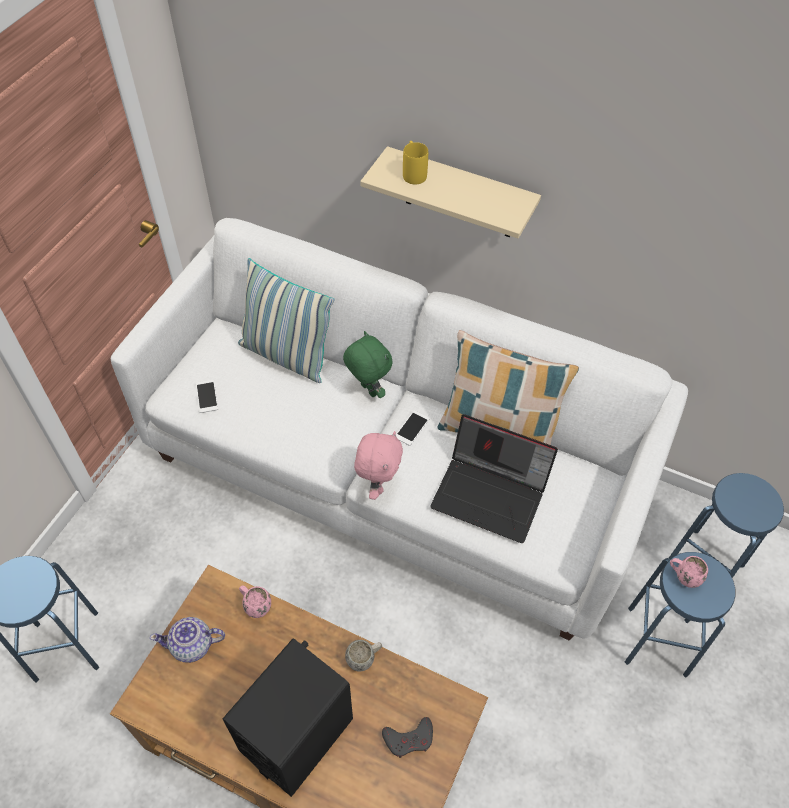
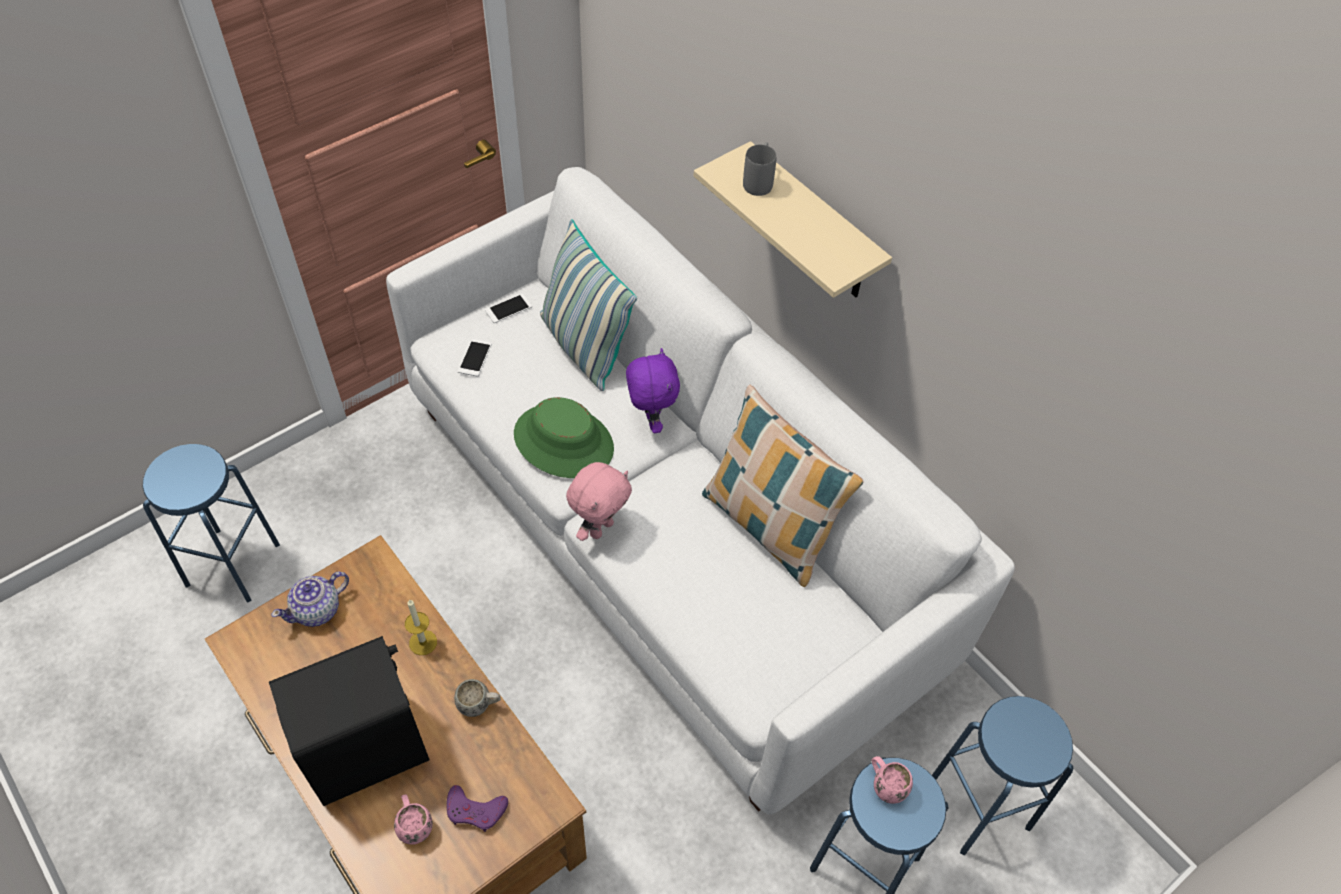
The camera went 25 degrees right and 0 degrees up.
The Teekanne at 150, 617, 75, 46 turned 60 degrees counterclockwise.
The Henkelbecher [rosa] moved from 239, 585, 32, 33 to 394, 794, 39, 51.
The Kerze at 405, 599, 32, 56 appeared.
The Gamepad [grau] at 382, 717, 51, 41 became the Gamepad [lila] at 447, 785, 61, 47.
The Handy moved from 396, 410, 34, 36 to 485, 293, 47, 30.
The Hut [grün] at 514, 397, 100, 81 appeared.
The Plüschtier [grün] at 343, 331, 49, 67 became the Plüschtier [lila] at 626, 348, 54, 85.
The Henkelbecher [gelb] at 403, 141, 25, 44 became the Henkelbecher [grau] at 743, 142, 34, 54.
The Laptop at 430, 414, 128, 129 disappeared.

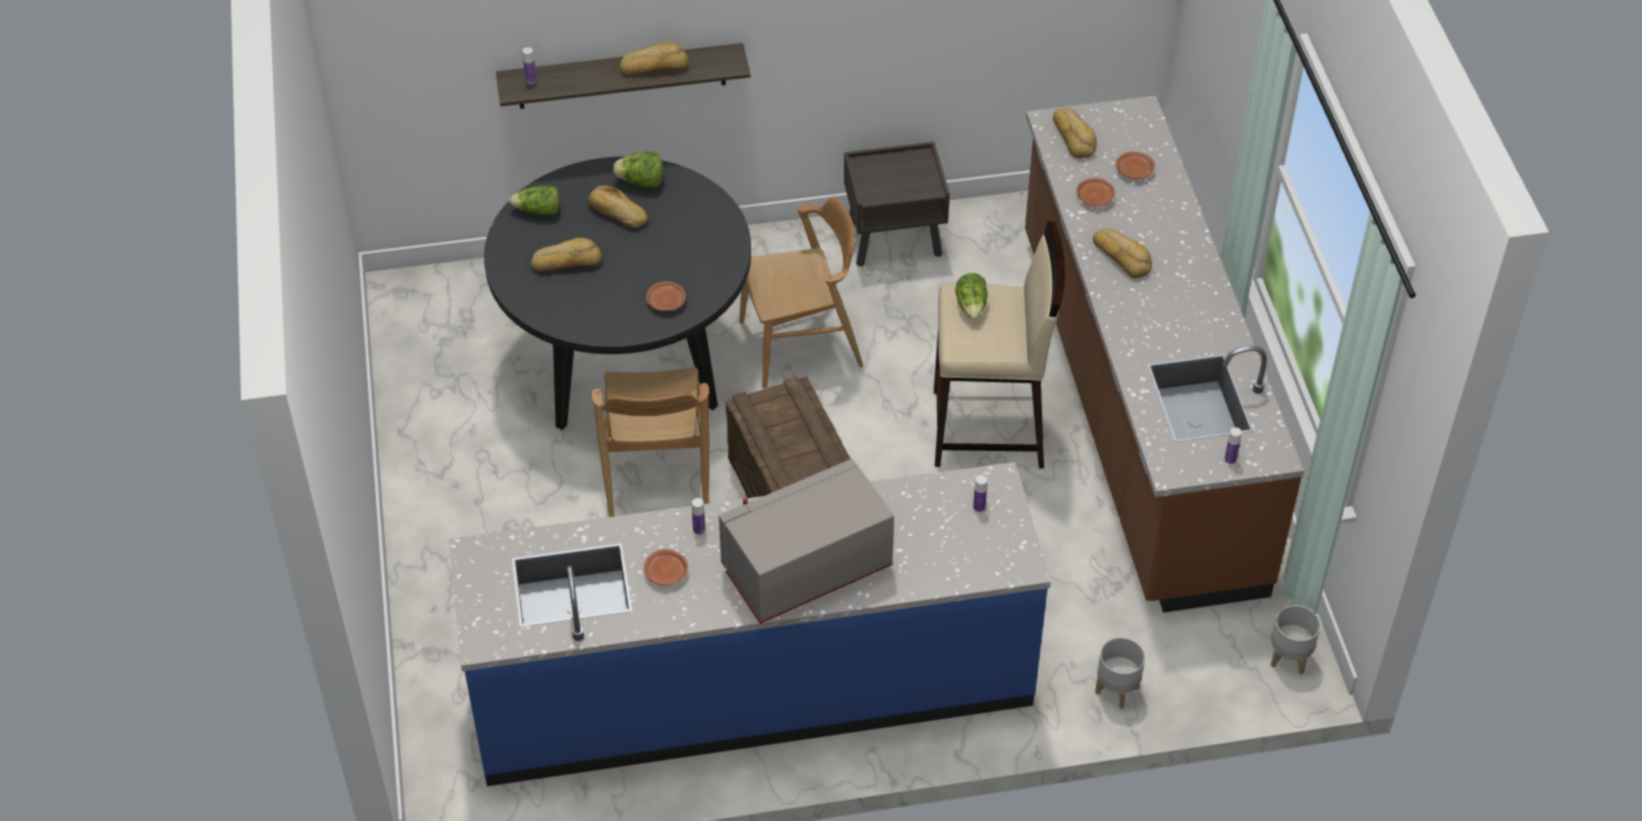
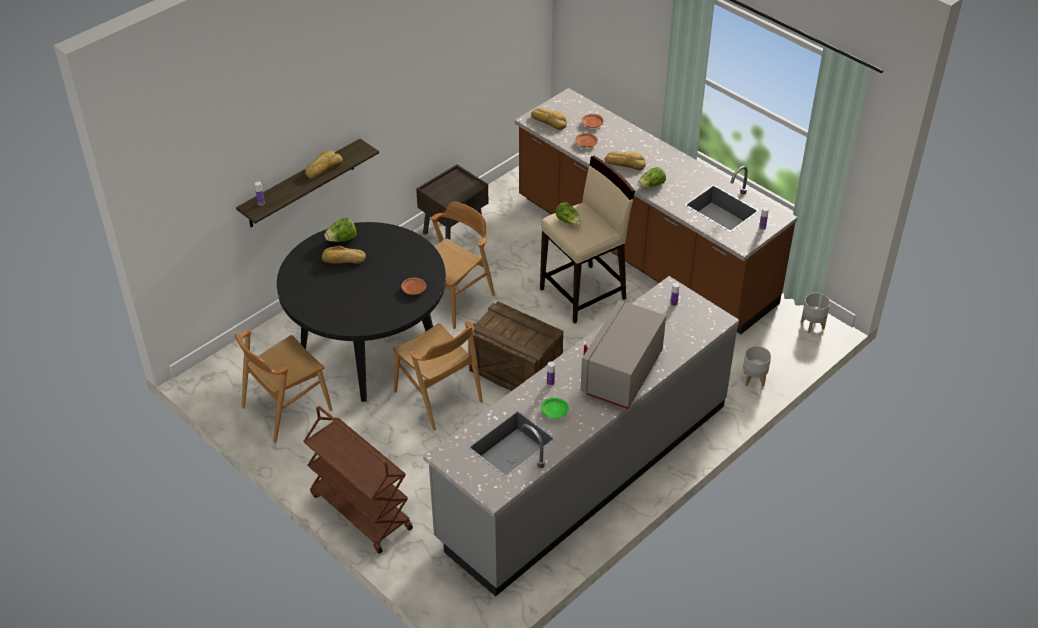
The camera went 35 degrees left and 5 degrees down.
The Stuhl [braun] at 234, 329, 98, 114 appeared.
The Rollwagen [braun] at 304, 406, 109, 148 appeared.
The Küchenzeile [blau] at 449, 462, 602, 324 became the Küchenzeile [grau] at 423, 276, 316, 320.
The Teller [braun] at 644, 549, 44, 37 became the Teller [grün] at 541, 398, 28, 20.
The Salatkopf moved from 509, 185, 51, 30 to 638, 167, 28, 20.
The Brot at 531, 238, 71, 34 disappeared.

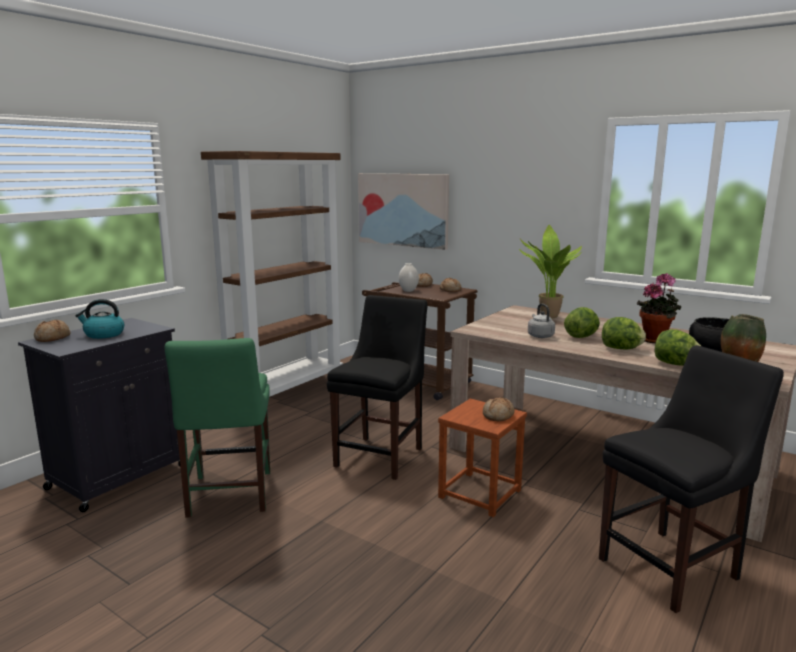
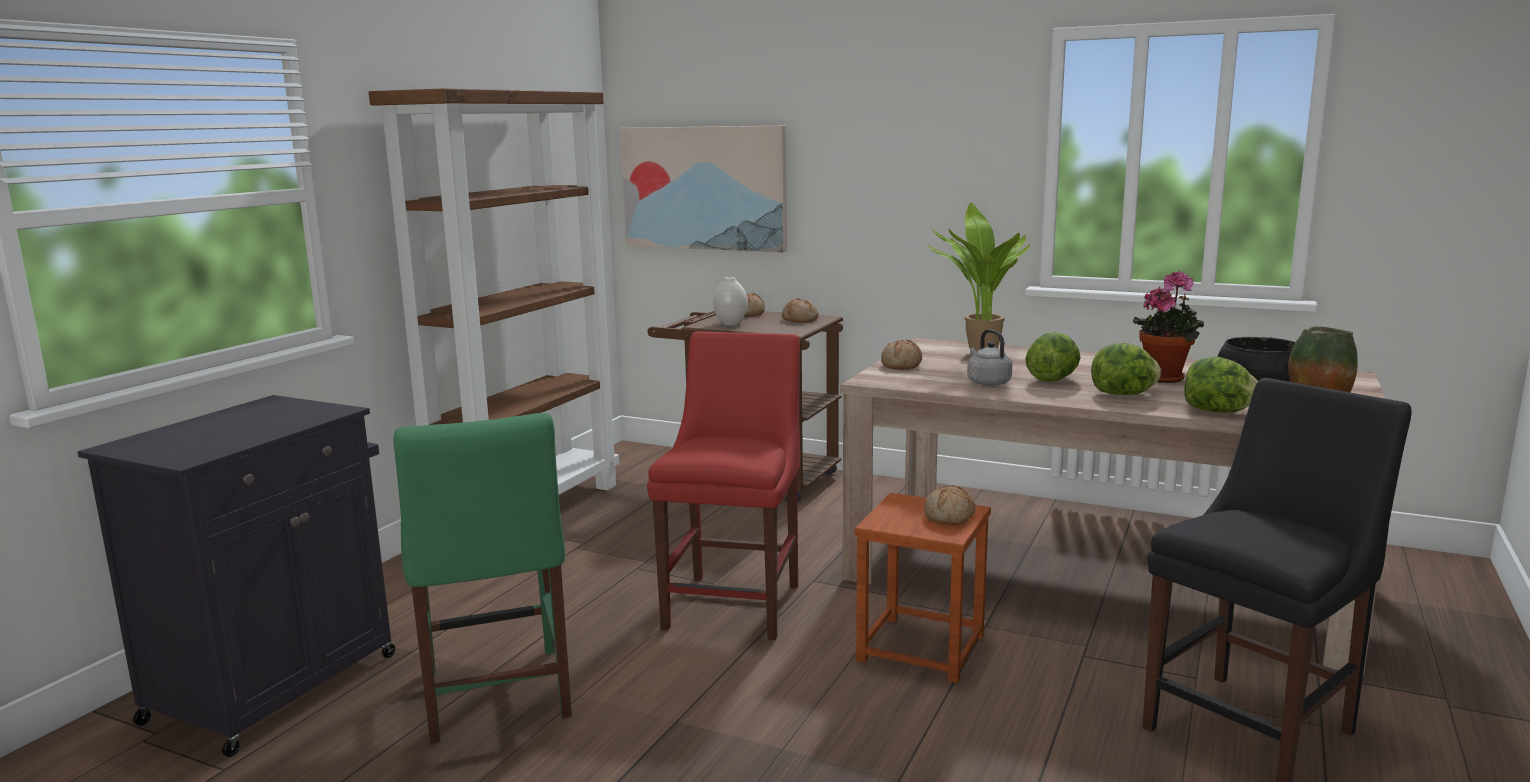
The camera went 10 degrees left and 0 degrees up.
The Stuhl [schwarz] at 327, 295, 100, 185 became the Stuhl [rot] at 647, 331, 154, 309.
The Brot moved from 34, 320, 37, 22 to 881, 340, 41, 30.
The Wasserkessel at 75, 299, 50, 40 disappeared.

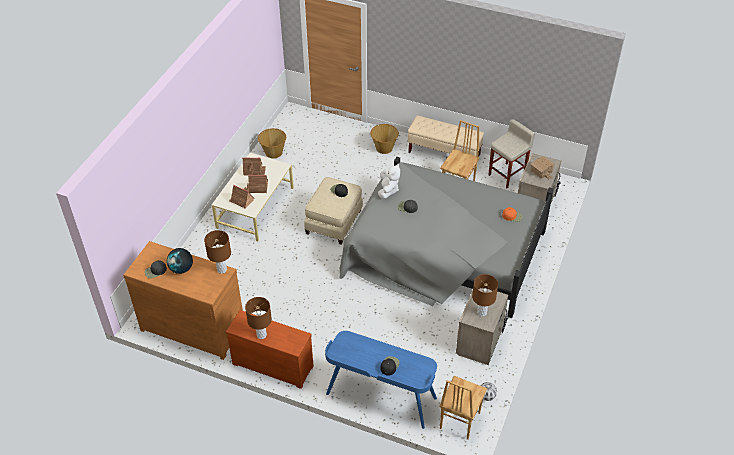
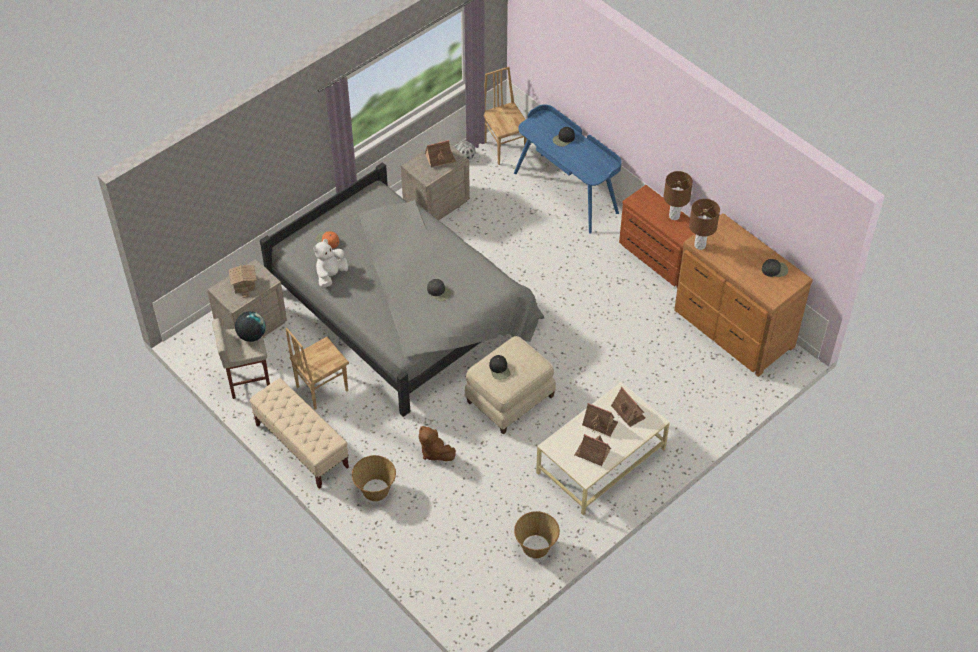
The camera went 155 degrees left and 5 degrees up.
The Globus moved from 167, 248, 26, 26 to 235, 311, 31, 31.
The Plüschtier [weiß] moved from 378, 164, 22, 35 to 313, 239, 35, 49.
The Plüschtier [braun] at 419, 426, 37, 35 appeared.
The Tischlampe [braun] at 472, 274, 26, 42 was replaced by the Spielzeughaus at 425, 140, 31, 28.
The Stuhl [braun] at 439, 376, 48, 64 turned 75 degrees counterclockwise.

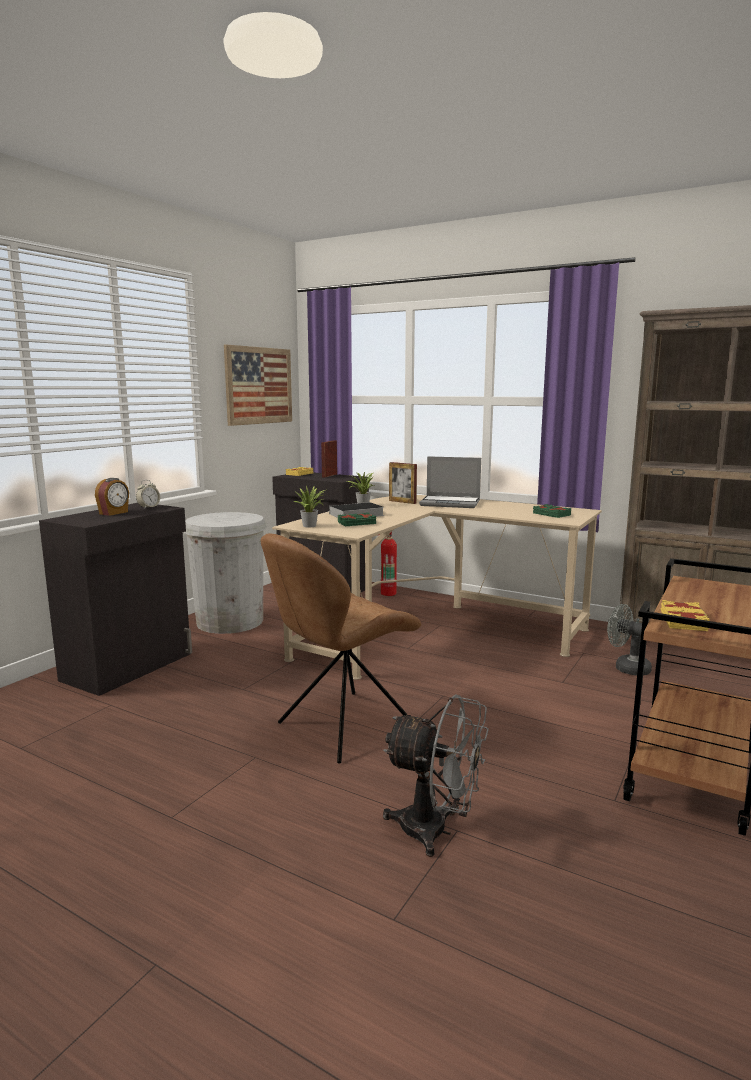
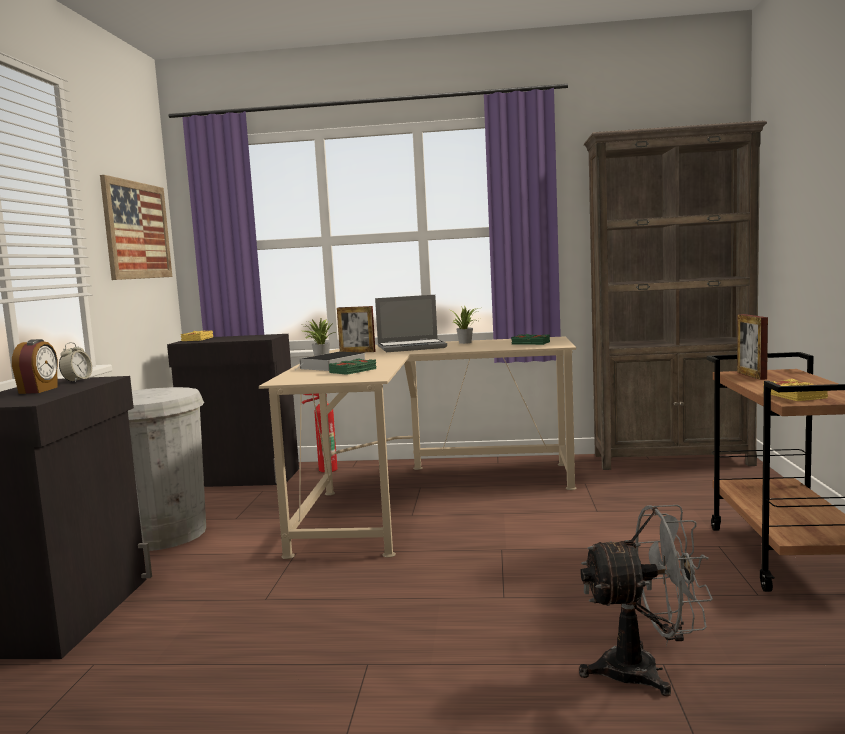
The camera went 25 degrees left and 5 degrees down.
The Topfpflanze moved from 294, 486, 31, 41 to 451, 305, 28, 39.
The Bilderrahmen moved from 321, 441, 16, 37 to 737, 314, 31, 66.
The Stuhl [braun] at 261, 533, 160, 230 disappeared.
The Ventilator [grau] at 607, 604, 45, 72 disappeared.

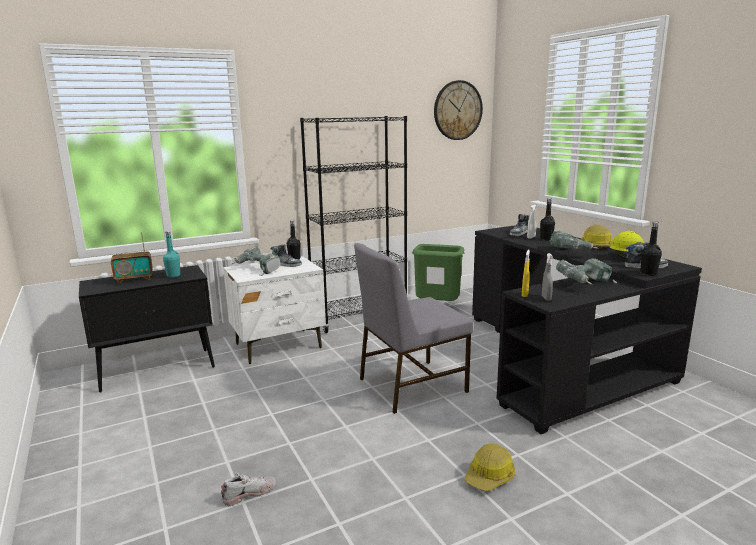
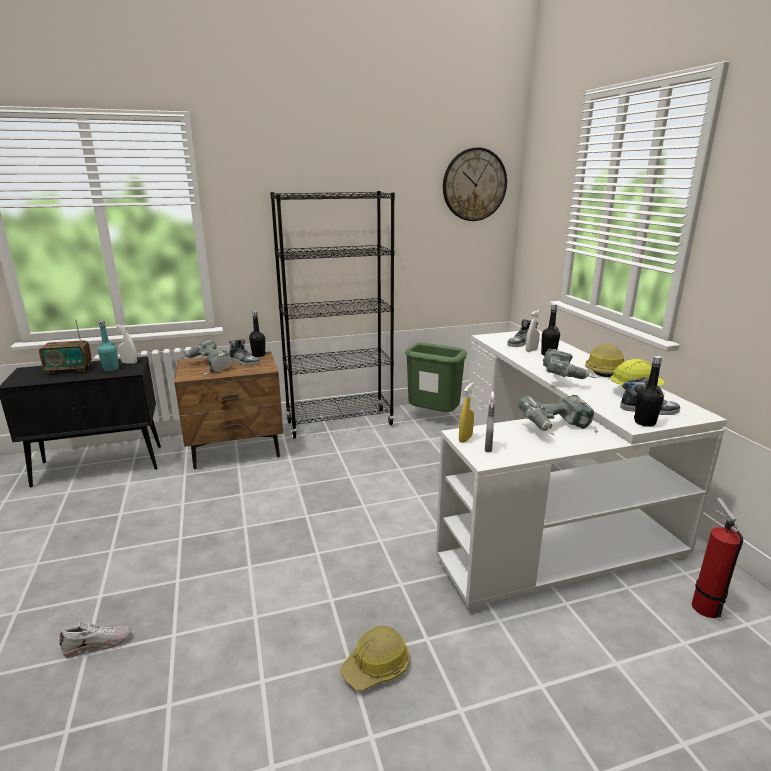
The camera went 10 degrees right and 5 degrees up.
The Sprühflasche [weiß] at 116, 325, 21, 39 appeared.
The Nachttisch [weiß] at 223, 256, 103, 108 became the Nachttisch [braun] at 174, 351, 109, 119.
The Schreibtisch [schwarz] at 472, 225, 230, 209 became the Schreibtisch [weiß] at 436, 329, 291, 283.
The Feuerlöscher at 692, 498, 51, 120 appeared.
The Stuhl [grau] at 354, 243, 119, 171 disappeared.

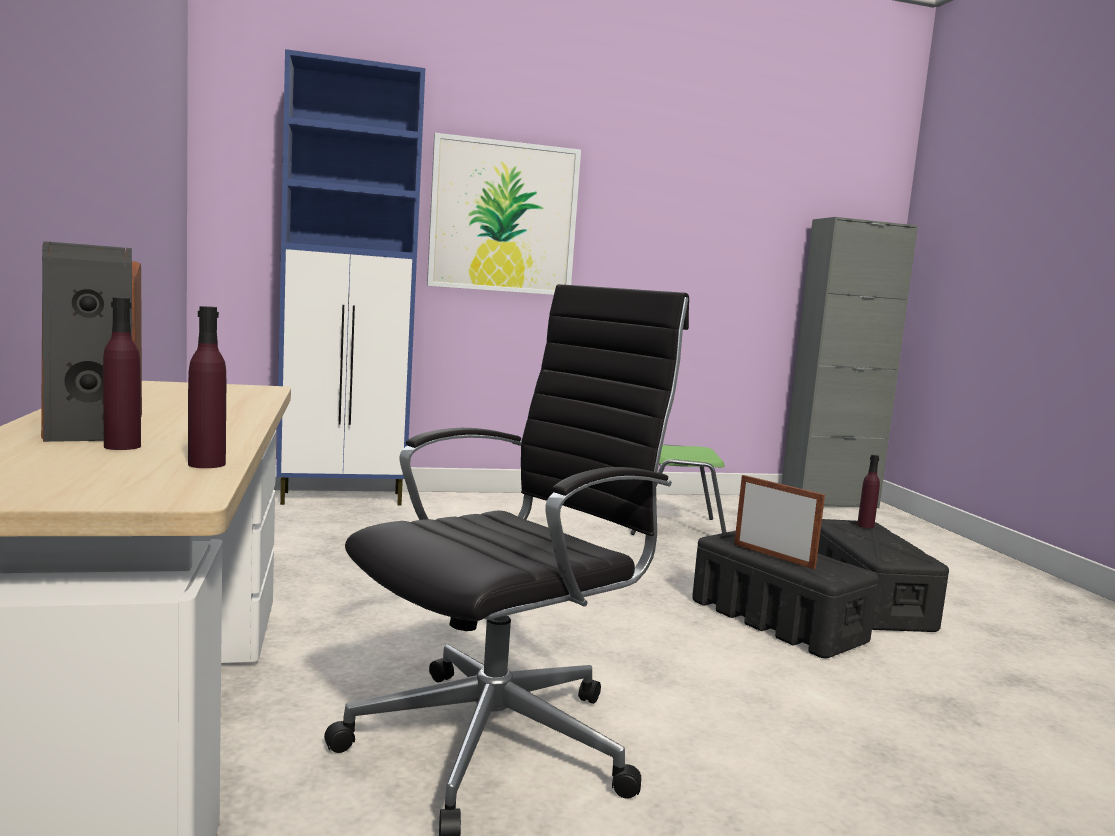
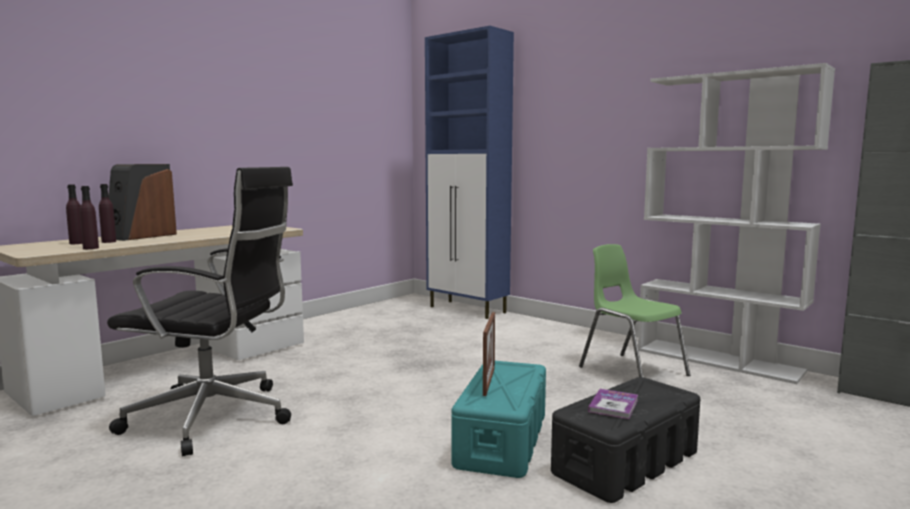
The camera went 55 degrees right and 0 degrees up.
The Flasche [lila] moved from 857, 455, 23, 73 to 66, 184, 16, 60.
The Aufbewahrungsbox [schwarz] at 692, 531, 187, 127 became the Aufbewahrungsbox [türkis] at 451, 361, 95, 117.
The Buch at 588, 389, 50, 30 appeared.
The Bücherregal [weiß] at 638, 63, 197, 321 appeared.
The Bild at 427, 133, 154, 162 disappeared.

